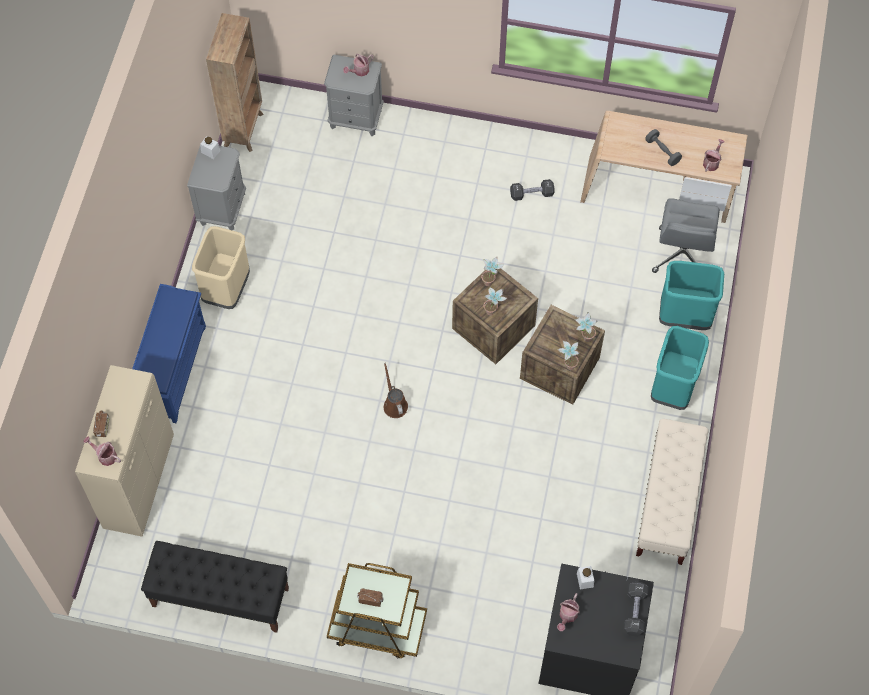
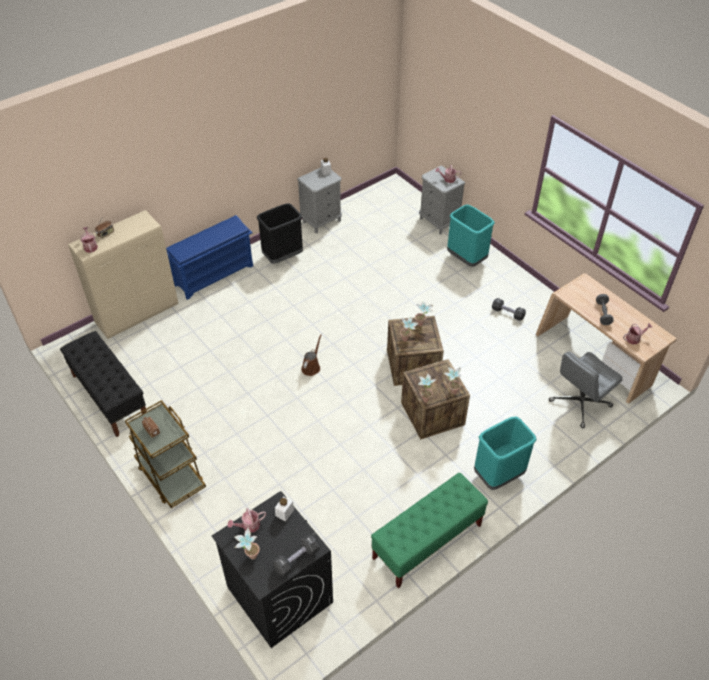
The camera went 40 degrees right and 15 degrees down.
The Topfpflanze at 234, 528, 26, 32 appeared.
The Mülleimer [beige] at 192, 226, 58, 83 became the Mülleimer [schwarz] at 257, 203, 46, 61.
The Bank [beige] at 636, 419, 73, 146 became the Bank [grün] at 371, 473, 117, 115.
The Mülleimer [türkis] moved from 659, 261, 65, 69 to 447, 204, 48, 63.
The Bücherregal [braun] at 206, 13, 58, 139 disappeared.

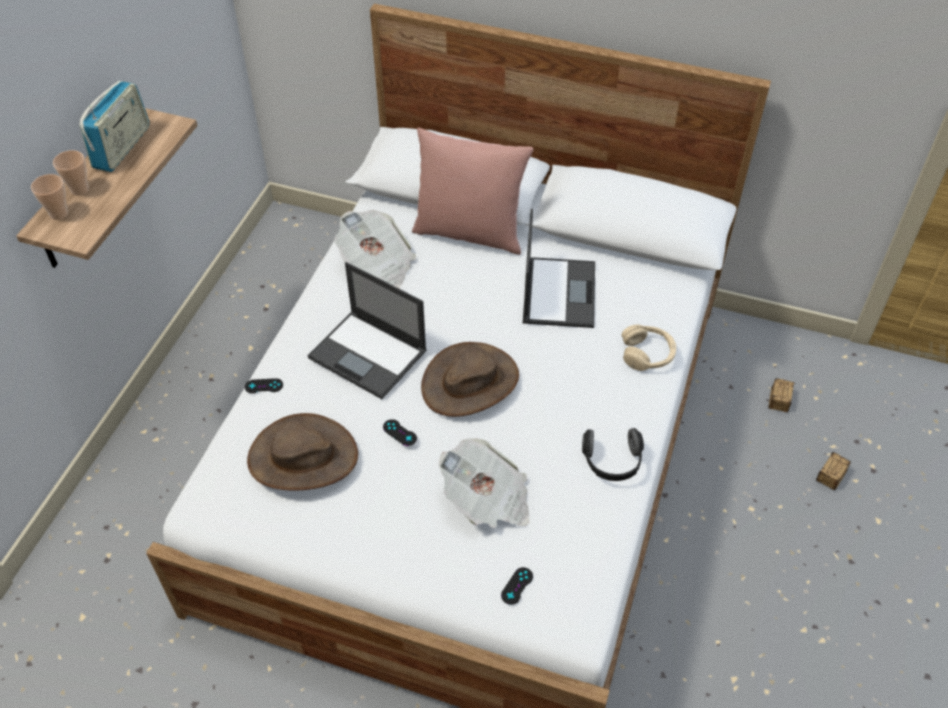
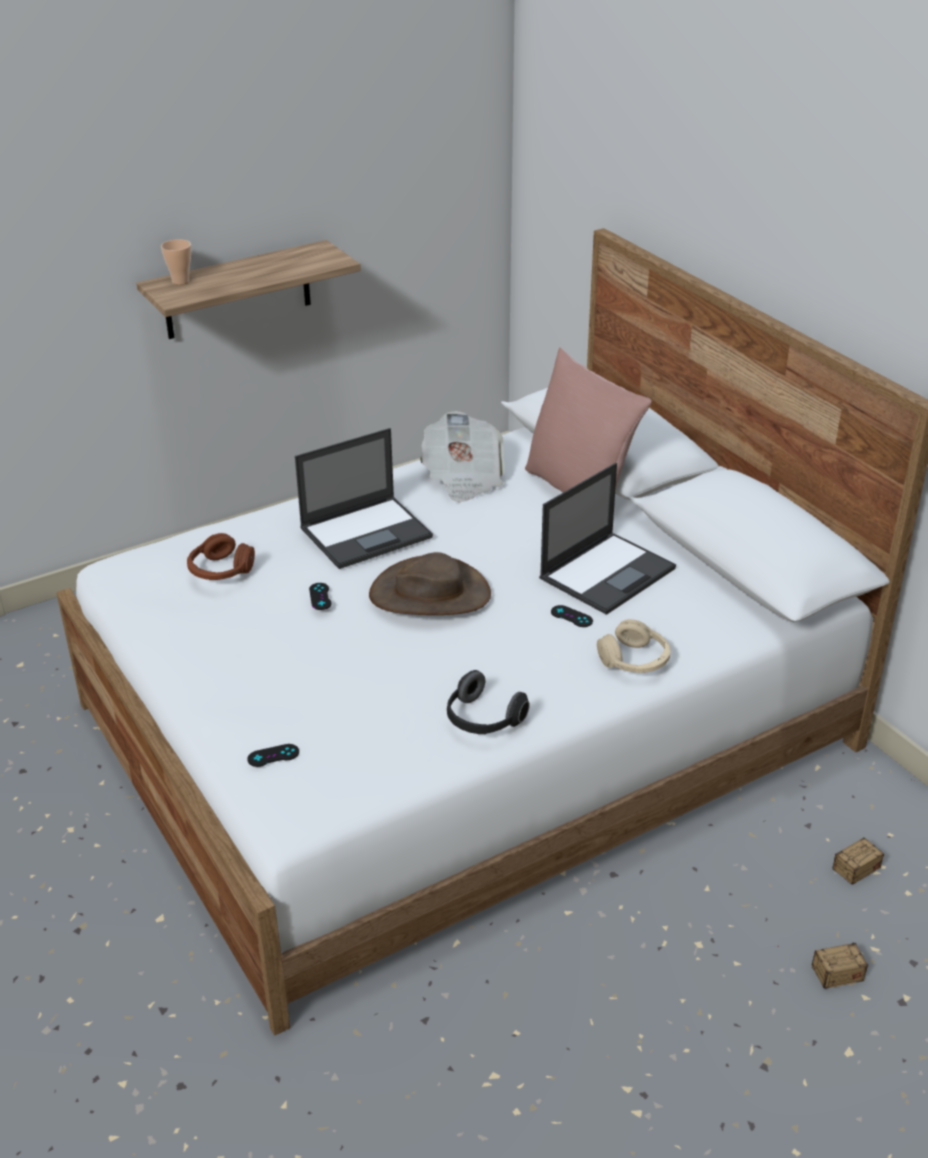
The camera went 40 degrees right and 15 degrees down.
The Hut [braun] at 247, 413, 111, 78 was replaced by the Kopfhörer [braun] at 187, 533, 68, 47.
The Laptop at 307, 262, 120, 137 turned 105 degrees counterclockwise.
The Gamepad [schwarz] moved from 245, 378, 38, 15 to 551, 605, 42, 22.
The Tasse at 53, 150, 36, 46 disappeared.
The Radio at 79, 81, 70, 91 disappeared.
The Zeitung at 439, 438, 91, 90 disappeared.

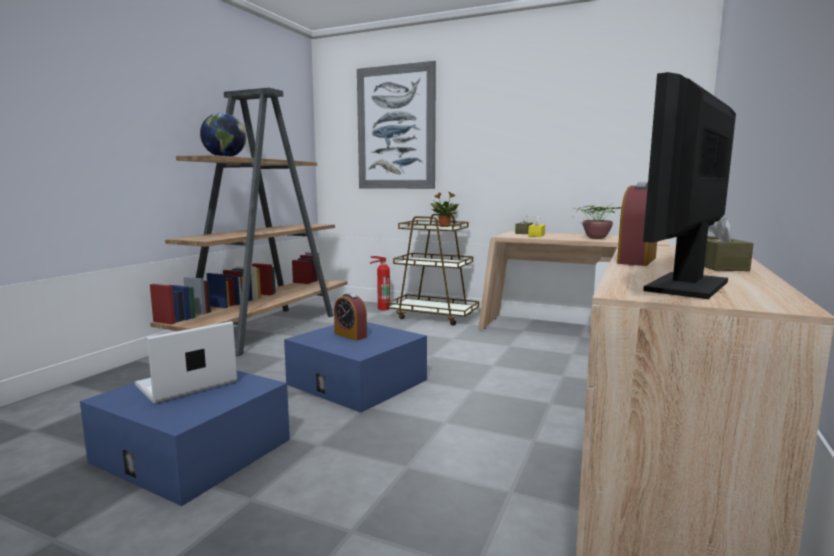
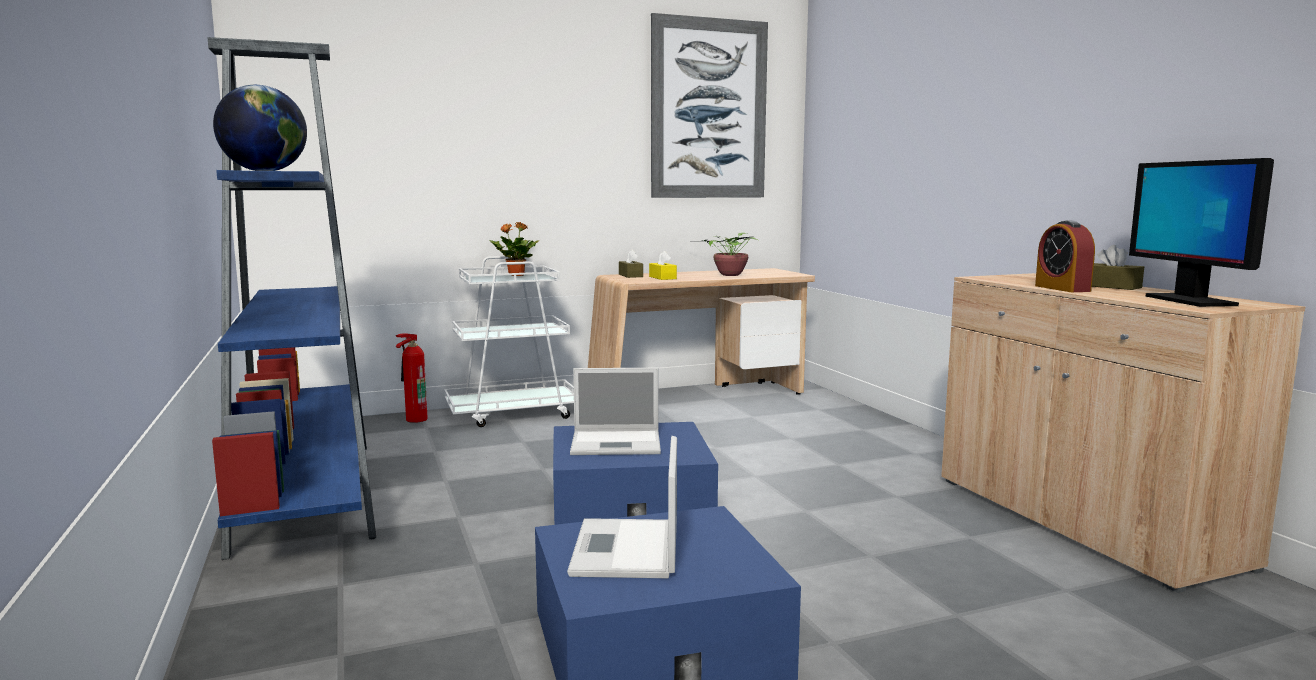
The camera went 45 degrees left and 0 degrees up.
The Bücherregal [braun] at 150, 88, 198, 268 became the Bücherregal [blau] at 207, 37, 169, 523.
The Rollwagen [braun] at 387, 214, 92, 112 became the Rollwagen [weiß] at 444, 256, 130, 171.
The Wecker at 334, 293, 33, 48 was replaced by the Laptop at 570, 368, 91, 87.
The Bild moved from 357, 61, 79, 128 to 651, 13, 117, 185.

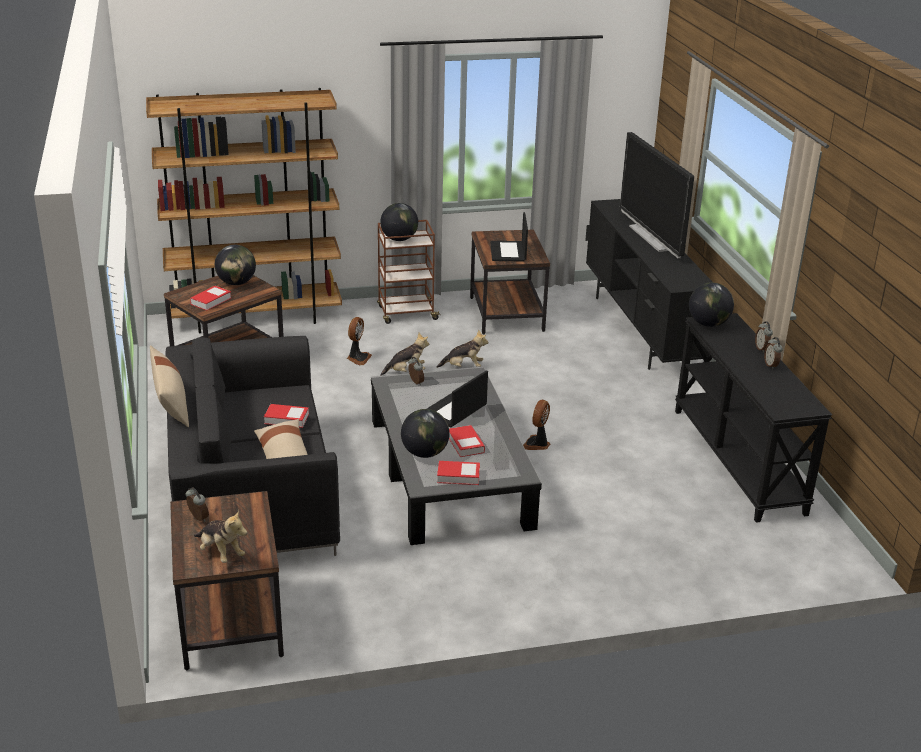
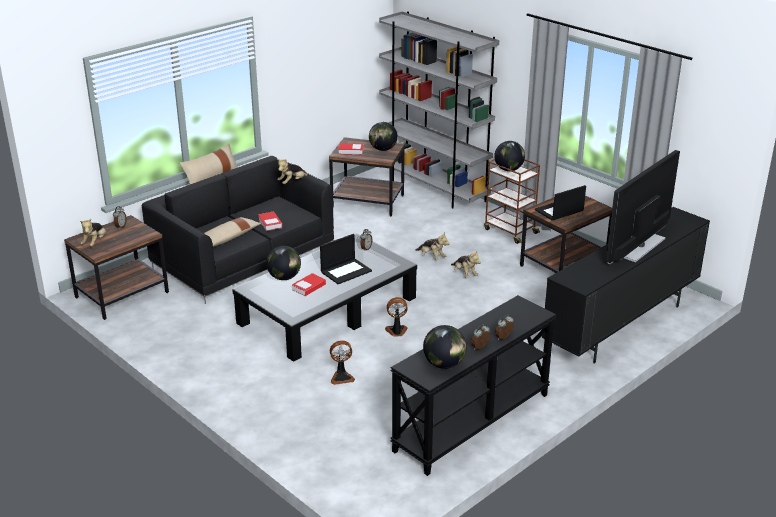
The camera went 60 degrees right and 0 degrees up.
The Plüschtier at 277, 159, 32, 25 appeared.
The Laptop at 427, 370, 61, 57 turned 135 degrees clockwise.
The Ventilator moved from 347, 317, 25, 49 to 330, 340, 25, 45.
The Bücherregal [braun] at 146, 88, 196, 245 became the Bücherregal [grau] at 379, 11, 120, 197.
The Globus moved from 689, 282, 45, 45 to 423, 325, 44, 44.
The Buch at 437, 461, 43, 24 disappeared.

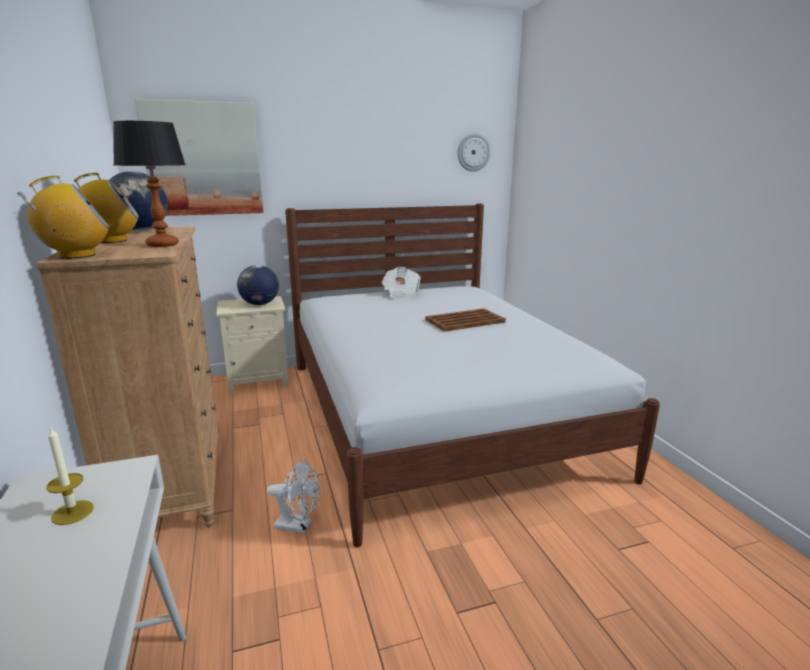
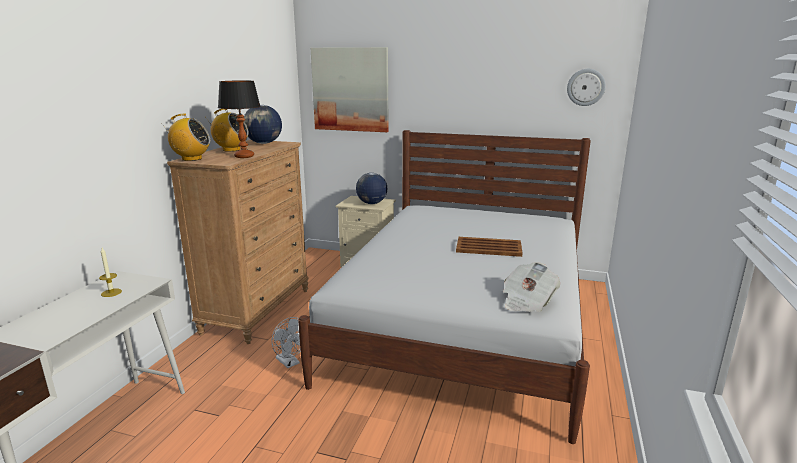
The camera went 35 degrees right and 0 degrees up.
The Zeitung moved from 382, 267, 39, 32 to 503, 262, 57, 50.

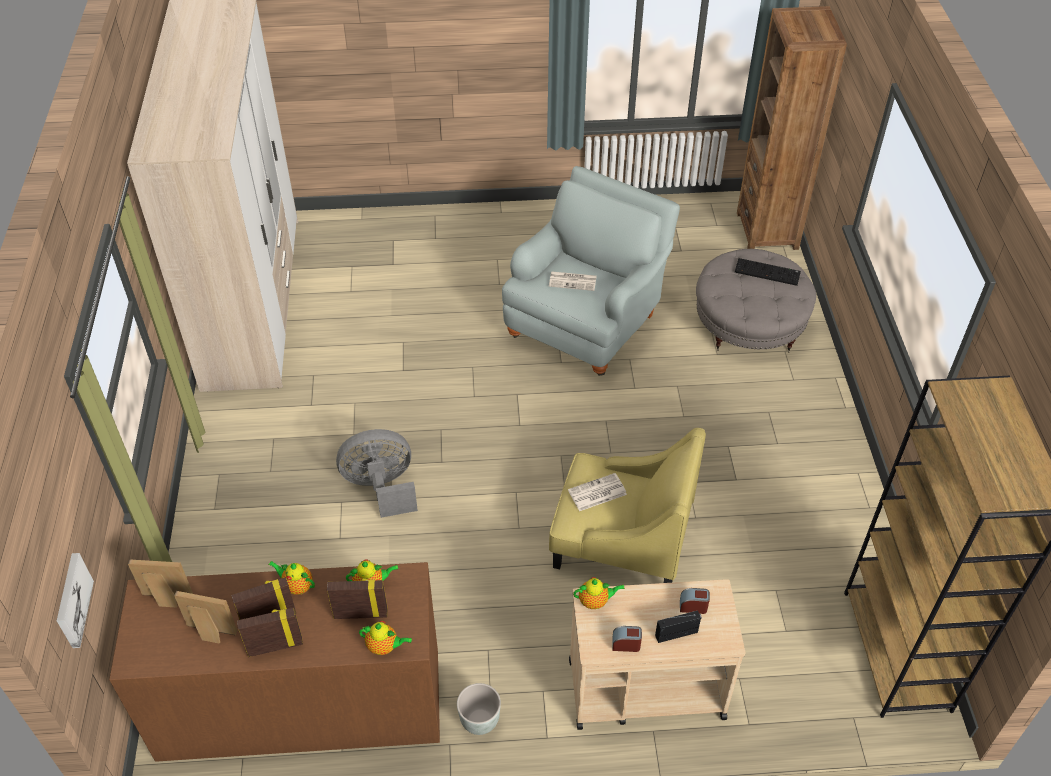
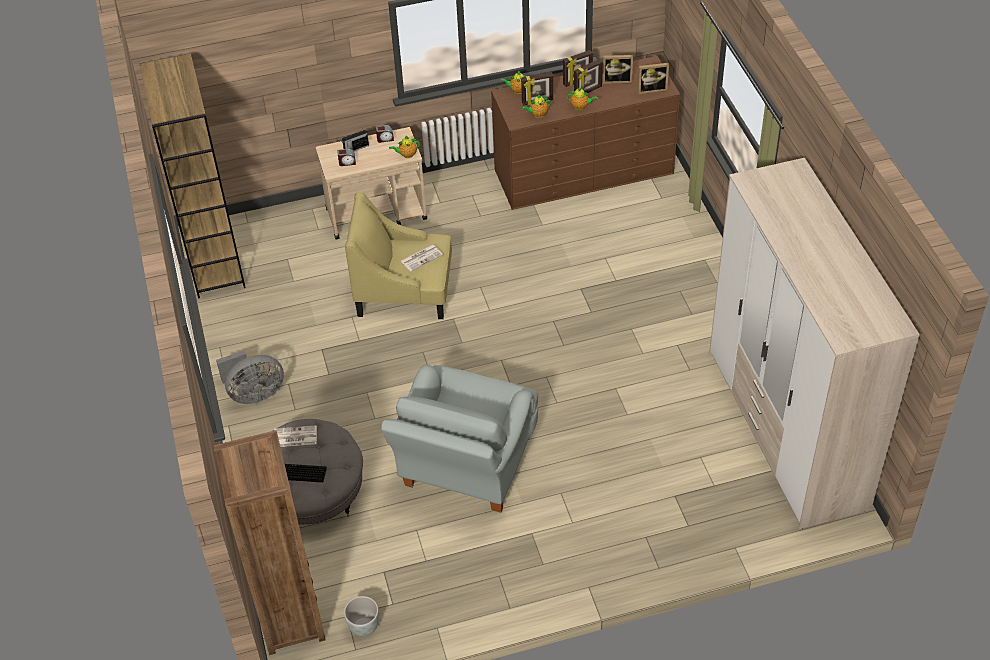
The camera went 170 degrees right and 0 degrees up.
The Ventilator [grau] moved from 336, 429, 82, 89 to 216, 350, 68, 54.
The Zeitung moved from 549, 271, 48, 20 to 274, 425, 43, 22.
The Pflanzkübel [grau] moved from 457, 683, 44, 52 to 344, 596, 35, 40.
The Bild at 57, 553, 37, 95 disappeared.

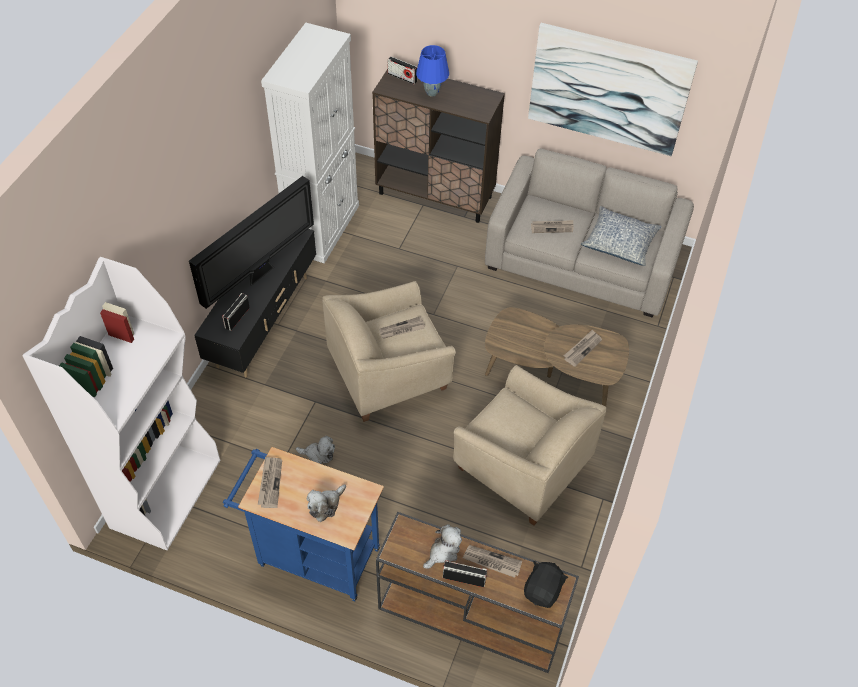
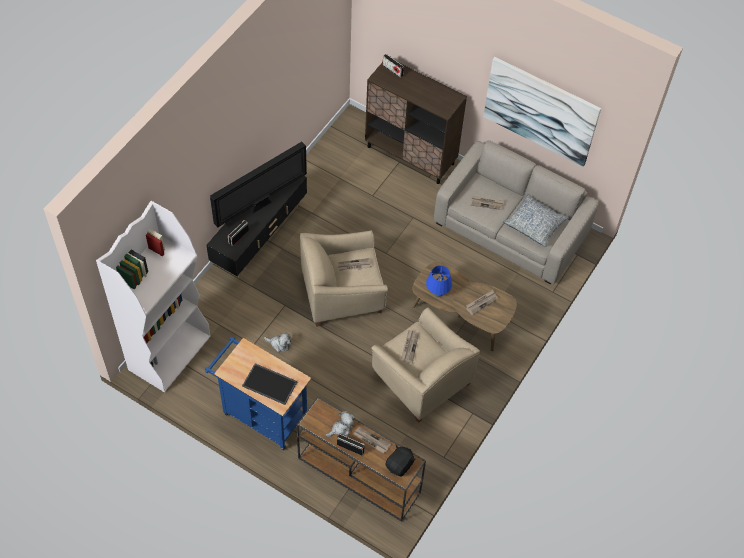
The camera went 10 degrees right and 5 degrees up.
The Plüschtier at 307, 485, 39, 37 was replaced by the Tablett at 242, 363, 56, 42.
The Zeitung moved from 258, 456, 24, 52 to 401, 330, 18, 33.
The Tischlampe [blau] moved from 416, 45, 33, 52 to 426, 265, 26, 32.
The Schrank [weiß] at 261, 23, 98, 240 disappeared.

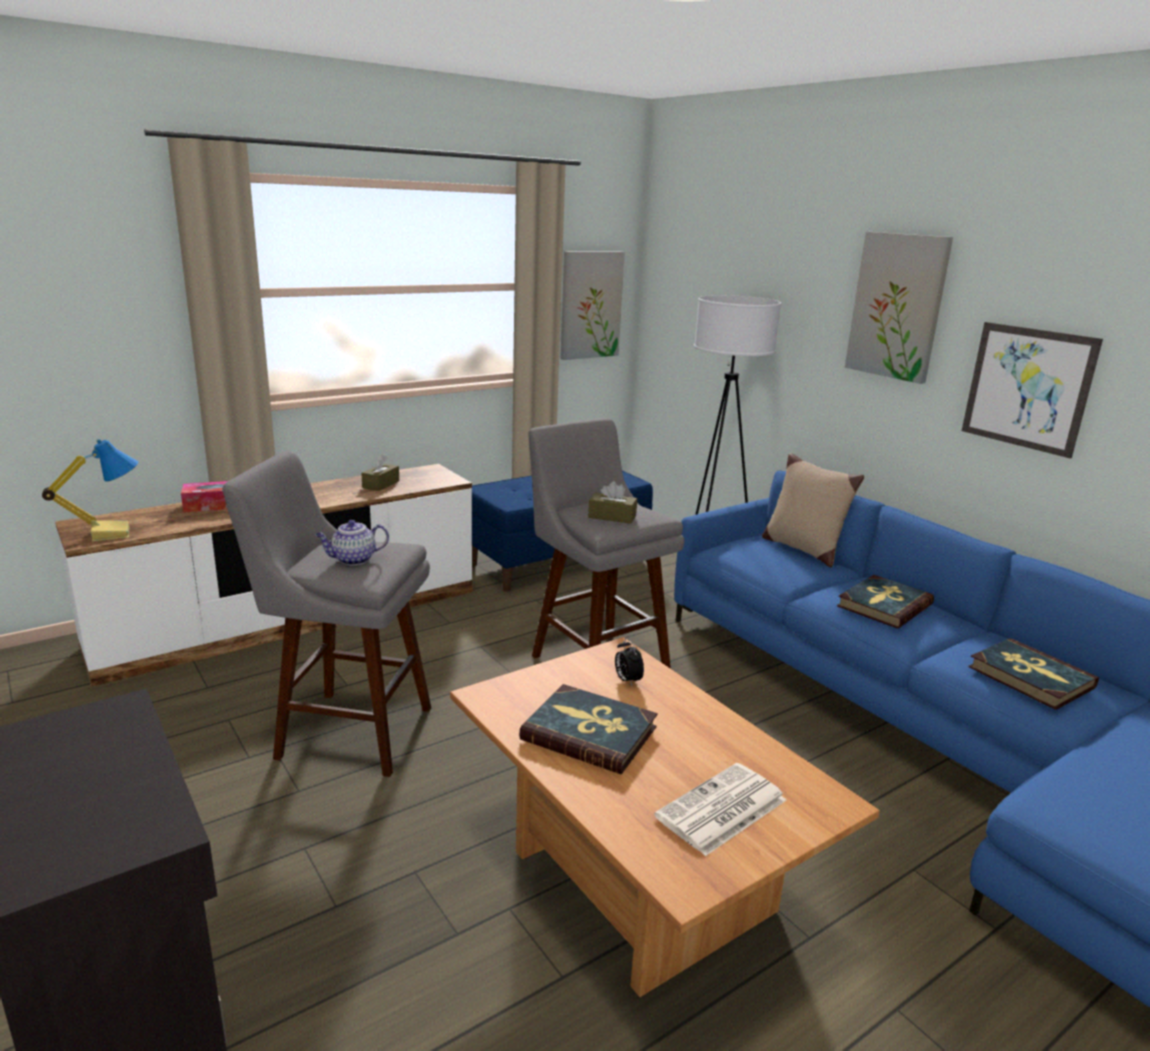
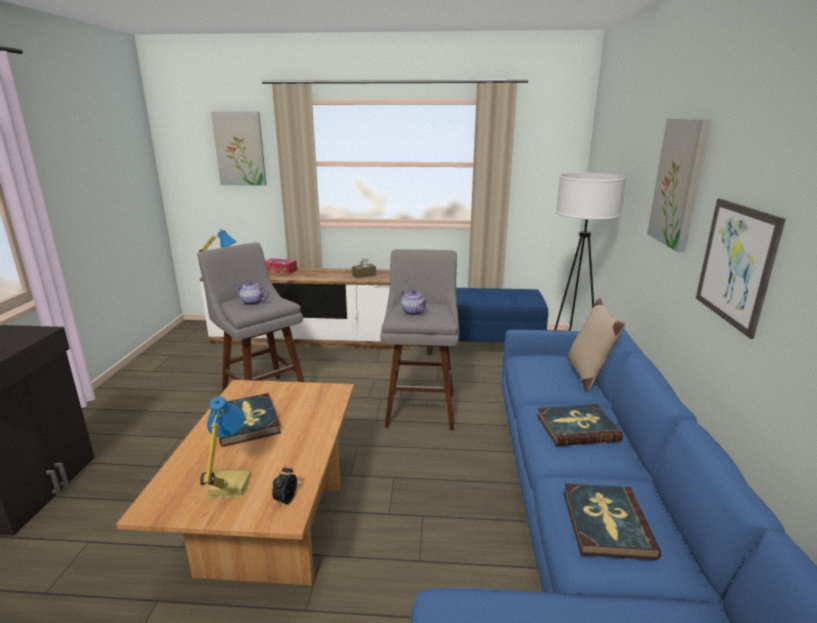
The camera went 40 degrees right and 0 degrees up.
The Zeitung at 654, 763, 132, 93 was replaced by the Tischlampe at 200, 396, 52, 102.
The Bild moved from 560, 251, 65, 109 to 211, 112, 56, 74.
The Wecker moved from 615, 638, 29, 48 to 272, 466, 25, 40.
The Taschentuchbox [braun] at 588, 481, 49, 43 was replaced by the Teekanne at 401, 290, 26, 25.

